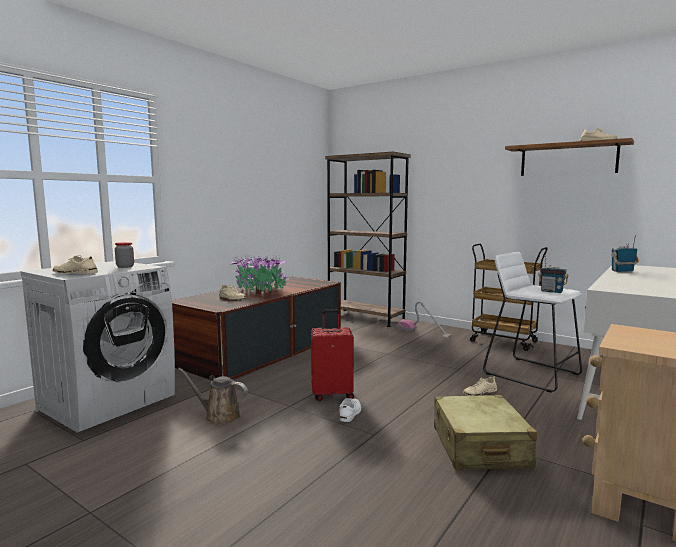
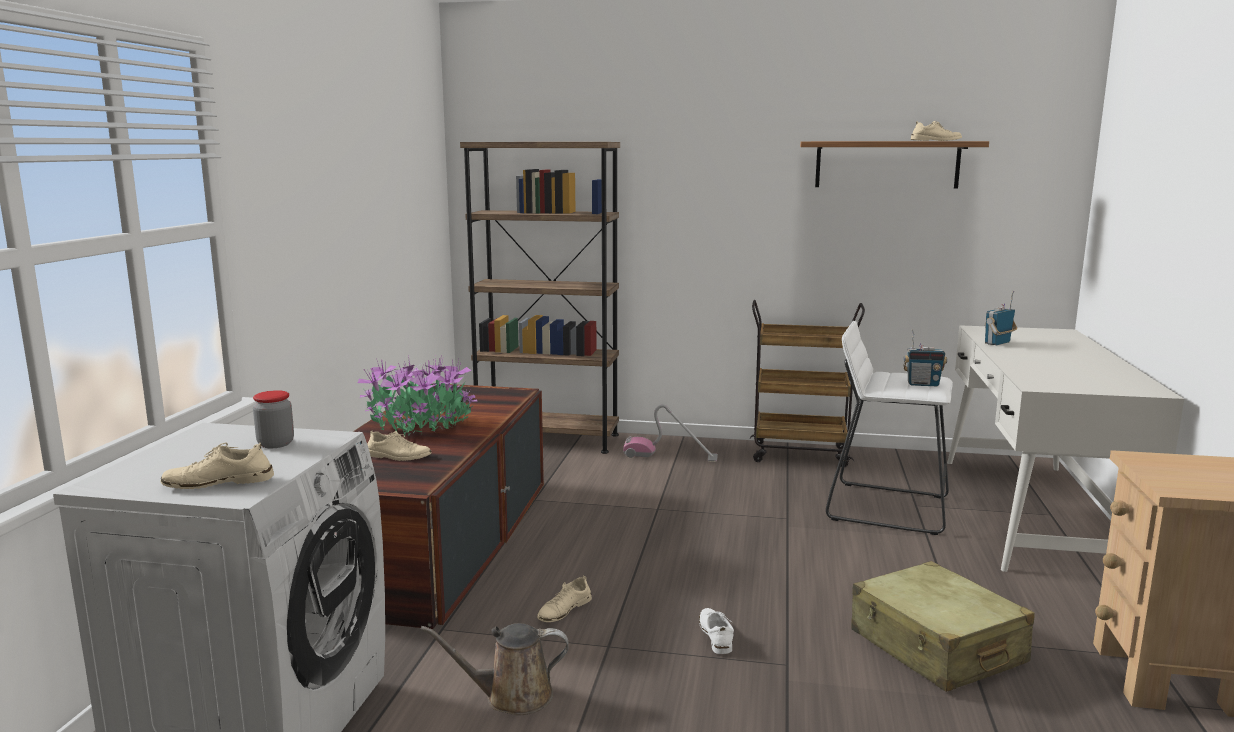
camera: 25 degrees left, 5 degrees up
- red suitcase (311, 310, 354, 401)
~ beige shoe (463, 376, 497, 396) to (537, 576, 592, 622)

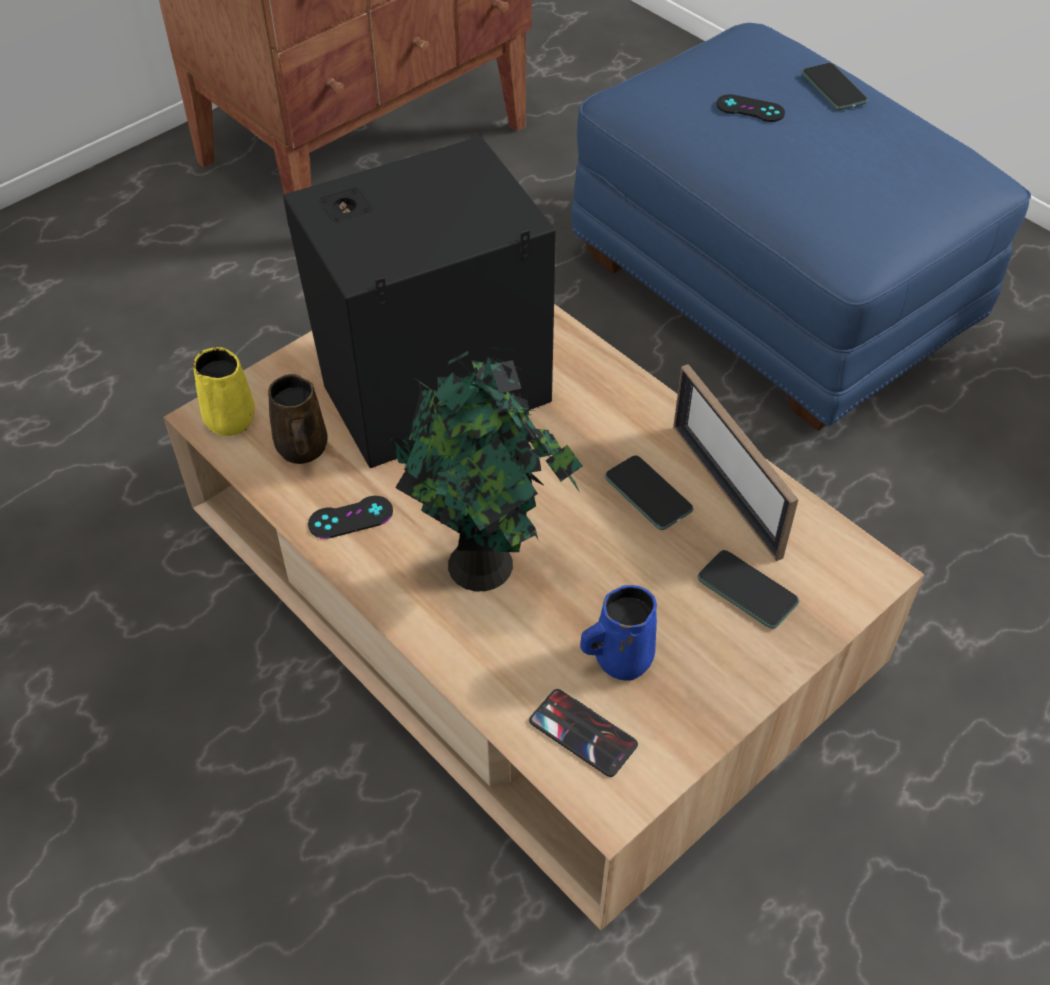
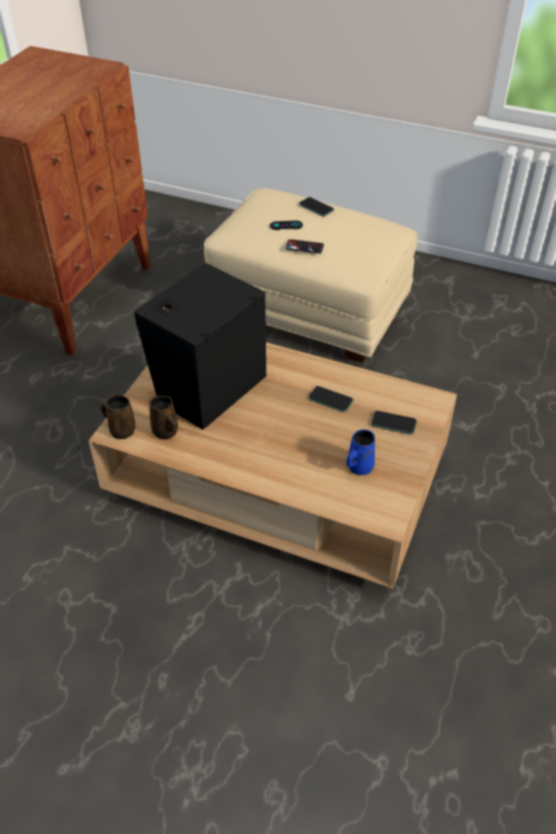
camera: 25 degrees left, 5 degrees down
- black game controller (308, 496, 393, 539)
- potted plant (391, 347, 582, 591)
- picture frame (673, 364, 799, 561)
~ phone (529, 689, 638, 777) to (285, 239, 324, 254)
~ yellow mug (193, 347, 255, 436) to brown mug (101, 395, 135, 439)
~ blue ottoman (571, 23, 1031, 431) to beige ottoman (204, 188, 418, 363)

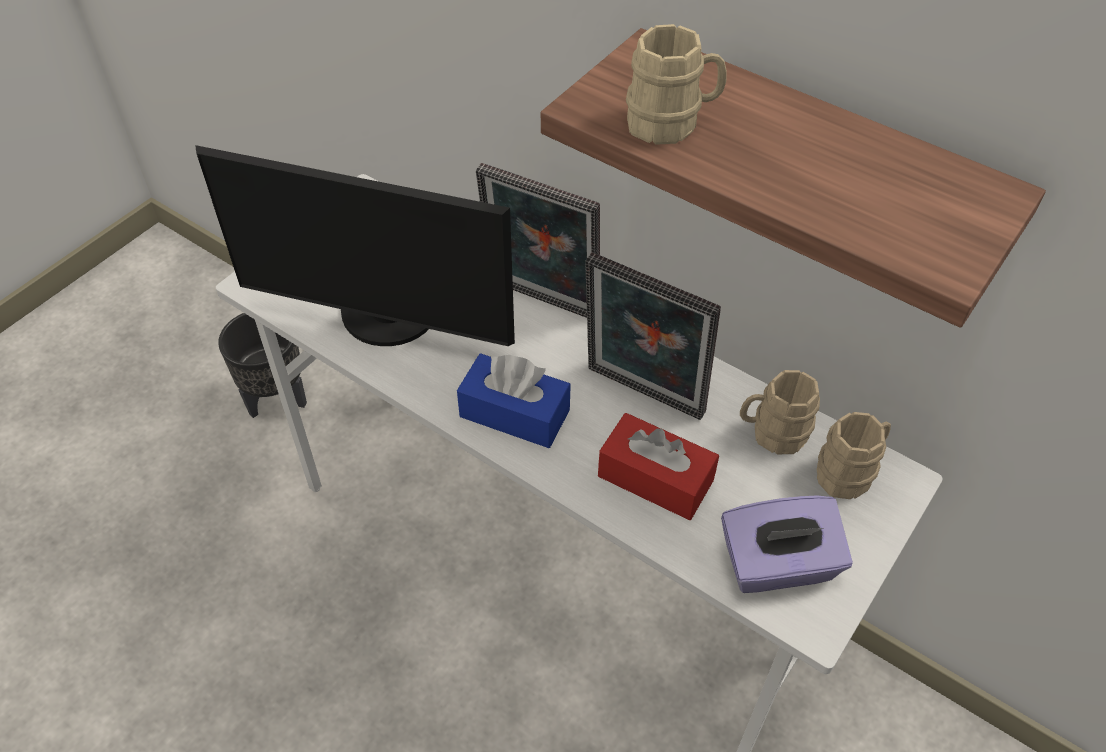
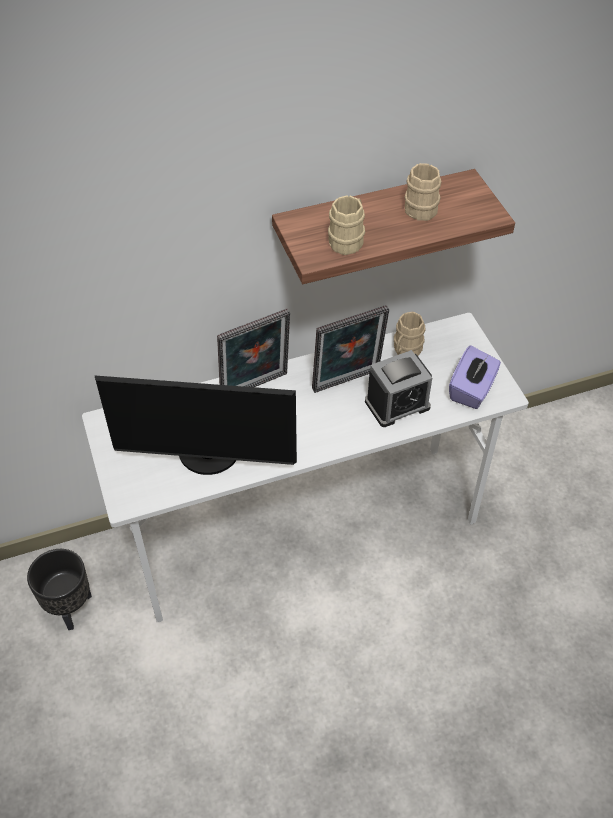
camera: 55 degrees left, 0 degrees up
- blue tissue box (457, 354, 571, 448)
~ beige mug (817, 412, 891, 499) to (405, 163, 441, 221)
~ red tissue box (598, 413, 719, 520) to alarm clock (365, 350, 432, 427)
~ monitor (195, 145, 515, 346) = (94, 375, 297, 475) 45 degrees clockwise

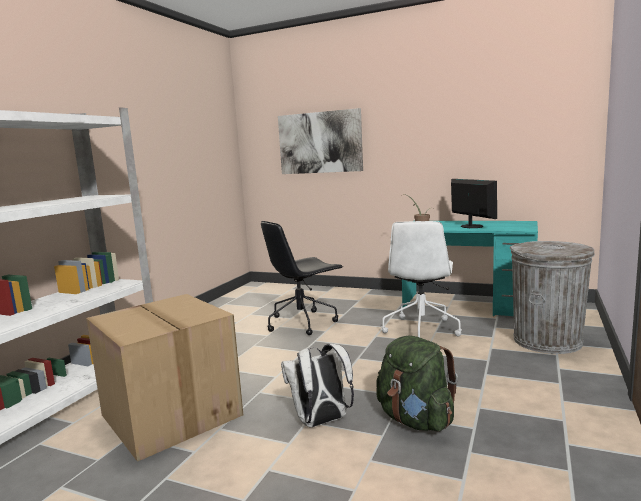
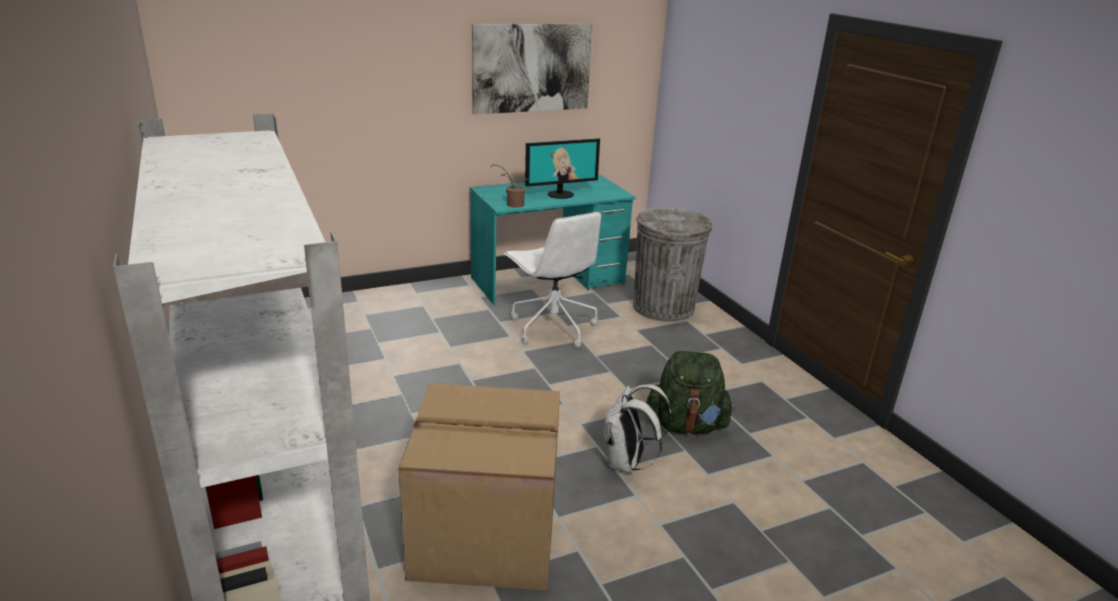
camera: 50 degrees left, 15 degrees up
- black office chair (261, 221, 343, 335)
~ picture (278, 108, 363, 174) to (472, 24, 593, 114)
~ monitor (451, 179, 497, 228) = (525, 138, 600, 199) 135 degrees clockwise

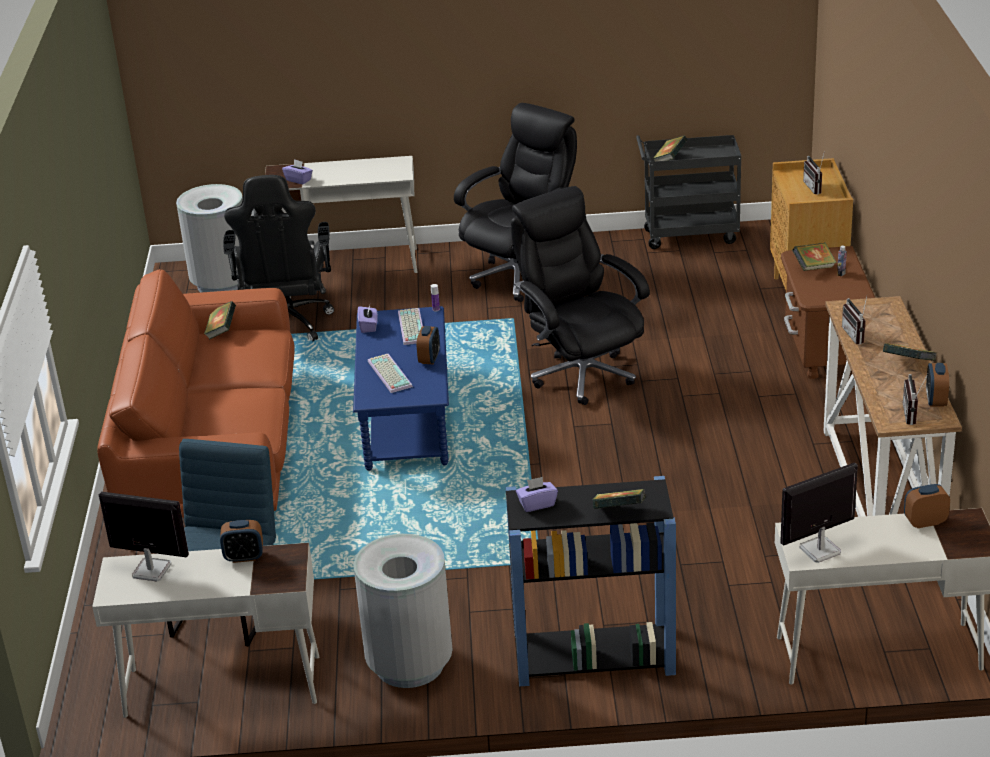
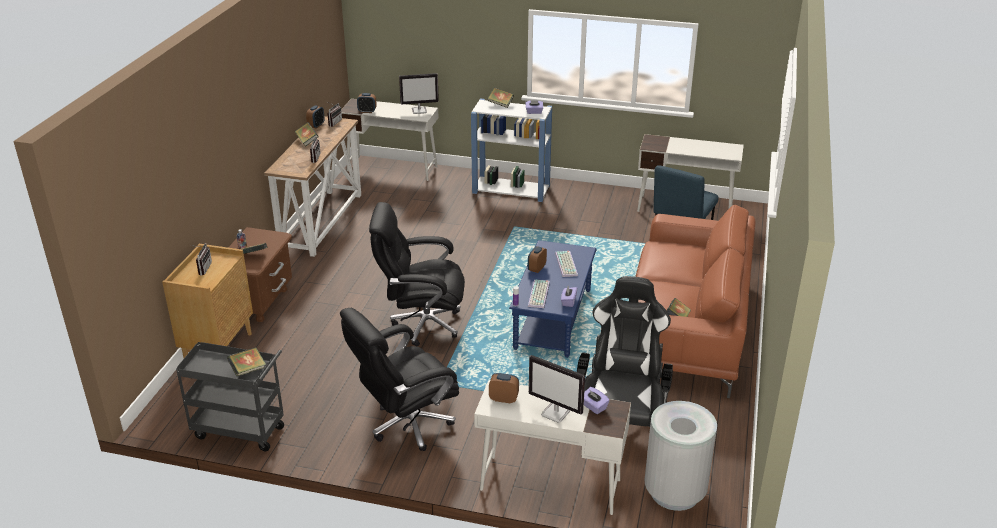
camera: 165 degrees left, 0 degrees up
- grey trash can (354, 534, 453, 688)
~ monitor (99, 492, 189, 582) to (529, 355, 585, 423)
~ alarm clock (220, 520, 263, 563) to (489, 373, 519, 404)
~ black bookcase (505, 476, 676, 686) to white bookcase (471, 98, 552, 202)
~ black office chair (511, 186, 650, 405) = (369, 202, 465, 346) 105 degrees clockwise

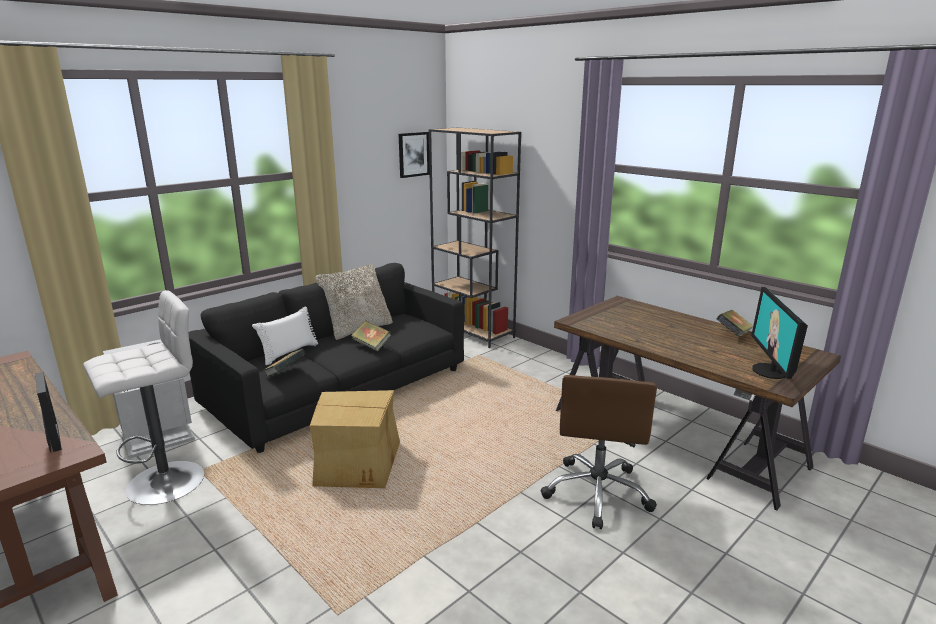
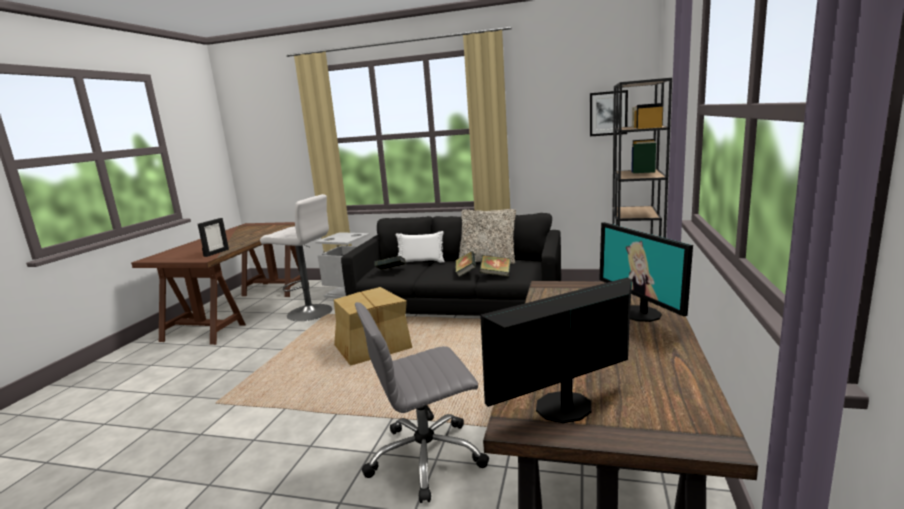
camera: 60 degrees right, 5 degrees down
+ monitor (599, 222, 693, 322)
~ book (717, 310, 753, 337) to (480, 255, 510, 277)
~ brown office chair (540, 375, 657, 529) to grey office chair (355, 302, 489, 503)

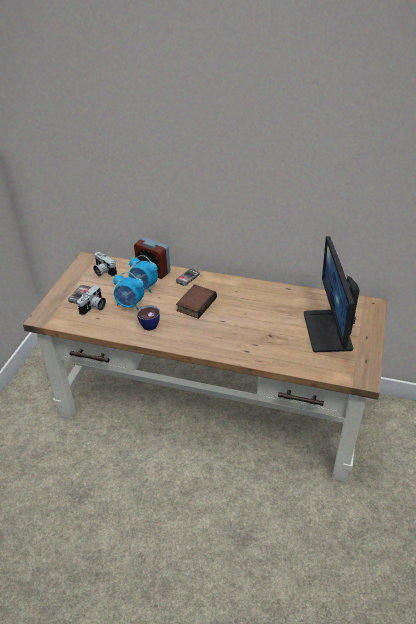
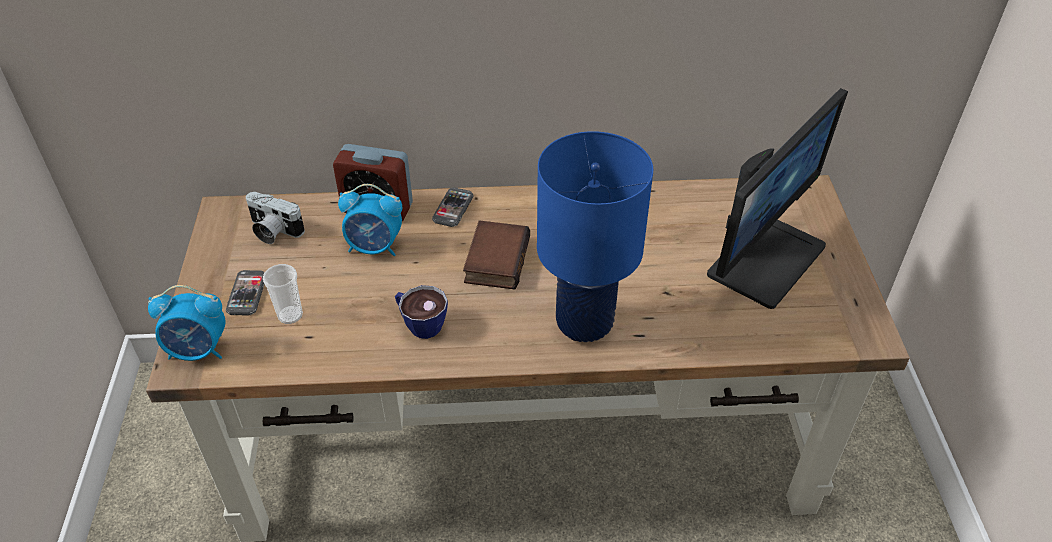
camera: 20 degrees left, 5 degrees up
+ blue table lamp (537, 131, 653, 342)
~ alarm clock (113, 272, 144, 310) to (148, 285, 226, 361)
~ photo camera (77, 285, 106, 315) to cup (263, 264, 303, 324)
~ monitor (304, 236, 360, 352) = (707, 88, 848, 309) 120 degrees counterclockwise

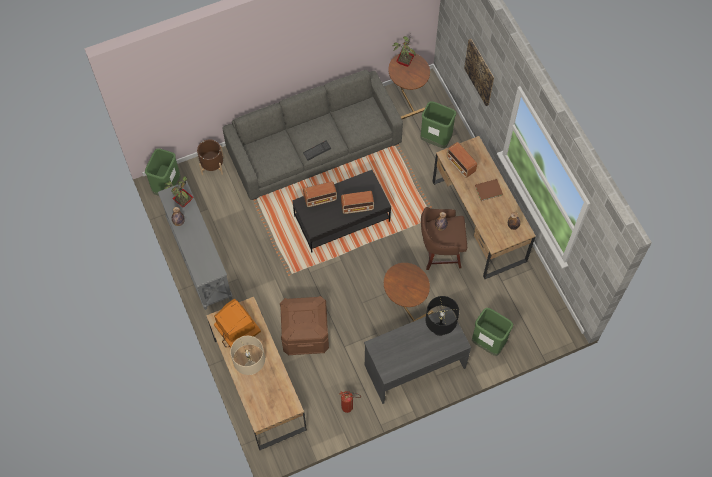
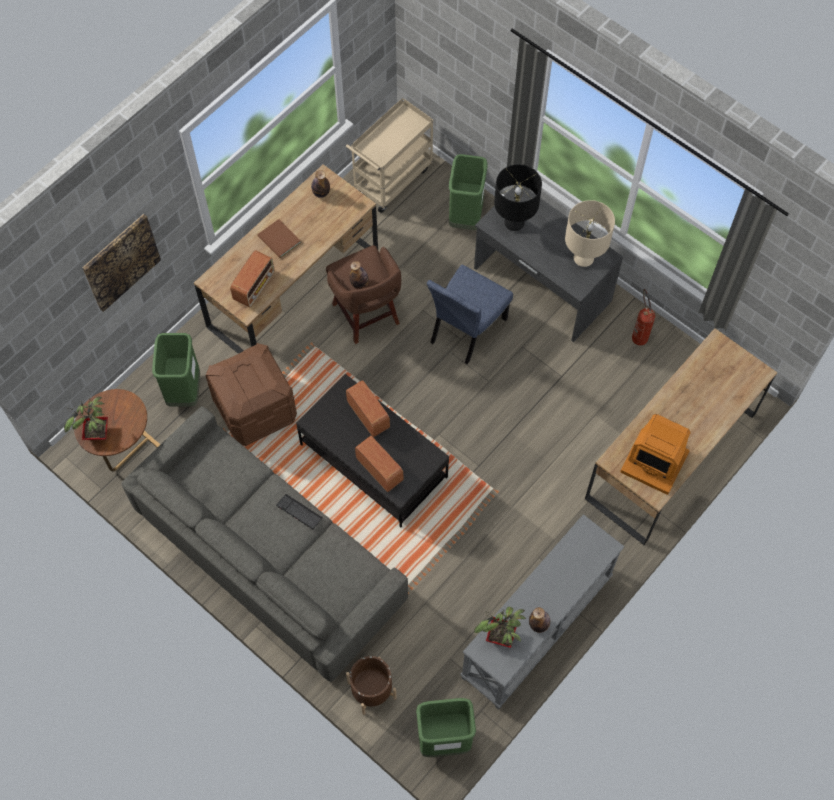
camera: 115 degrees left, 0 degrees up
+ beige cart (346, 98, 433, 213)
~ beige table lamp (230, 336, 265, 375) to (565, 200, 615, 267)
~ brown storage box (280, 296, 329, 356) to (205, 343, 297, 446)
~ brown side table (384, 263, 433, 323) to blue chair (427, 265, 513, 364)
~ monitor (214, 299, 261, 348) = (620, 414, 691, 495) 90 degrees counterclockwise

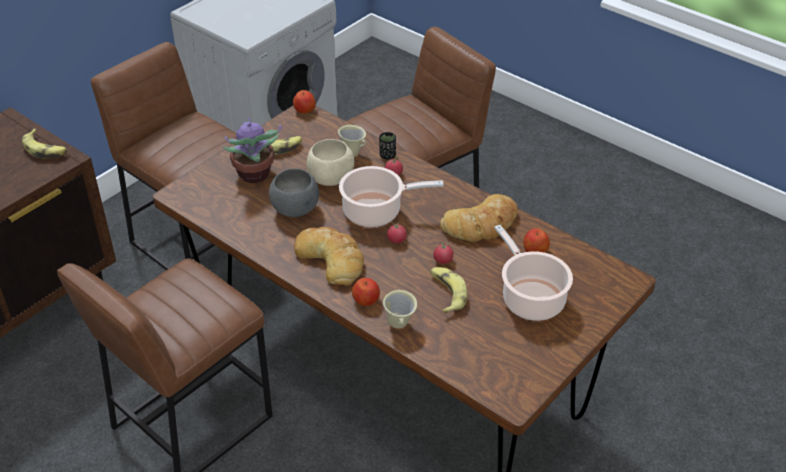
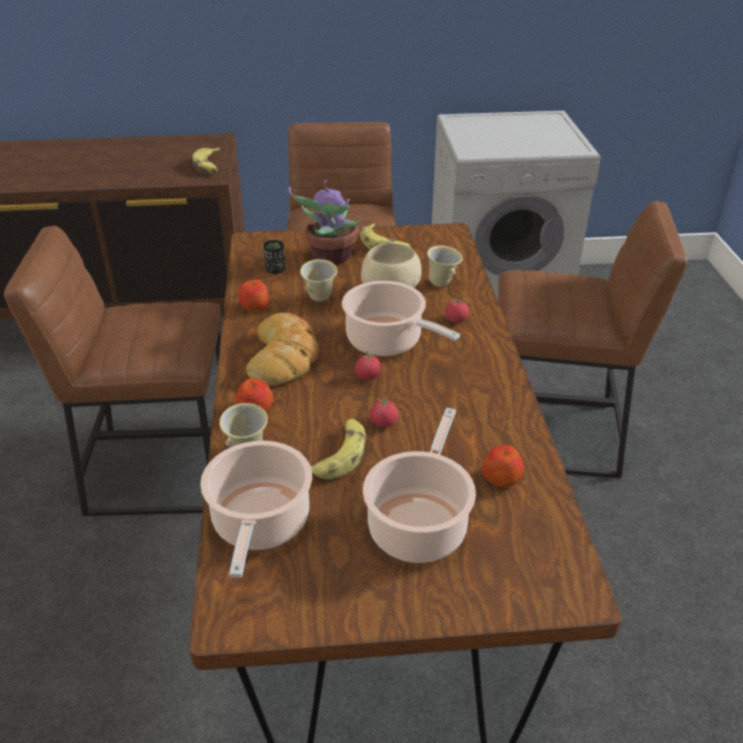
camera: 45 degrees right, 5 degrees down
- bread (440, 194, 518, 242)
+ cooking pot (200, 441, 312, 577)
~ apple (293, 90, 316, 113) to (239, 279, 269, 312)
~ black cup (379, 132, 396, 160) to (263, 240, 285, 274)
~ grey bowl (269, 168, 319, 217) to beige mug (300, 259, 337, 302)

